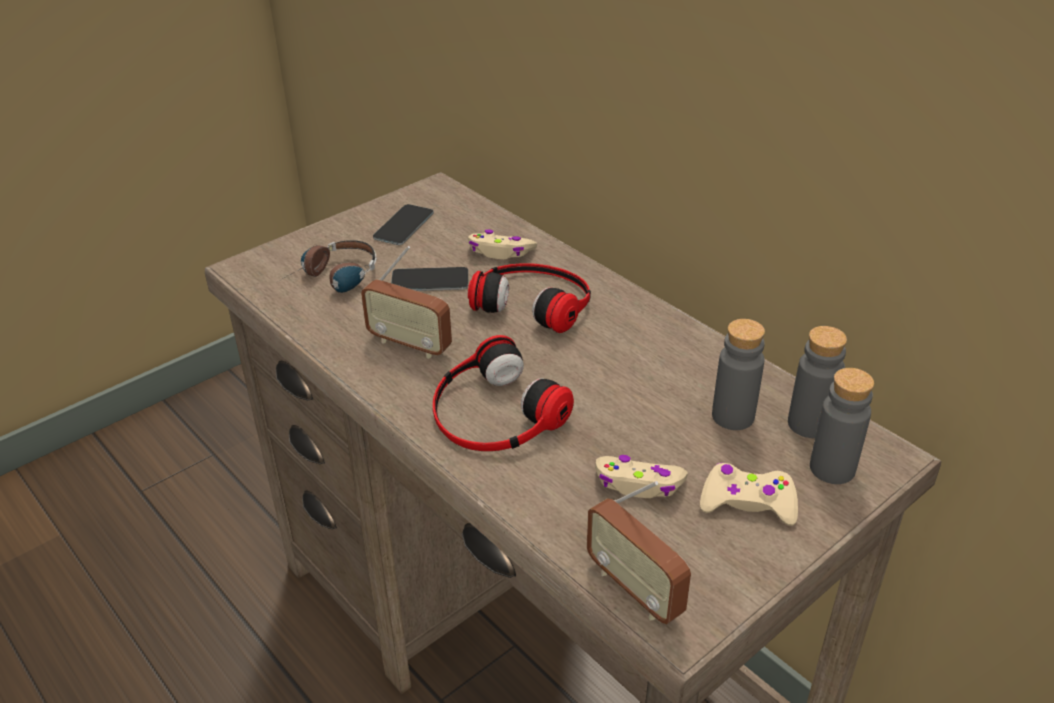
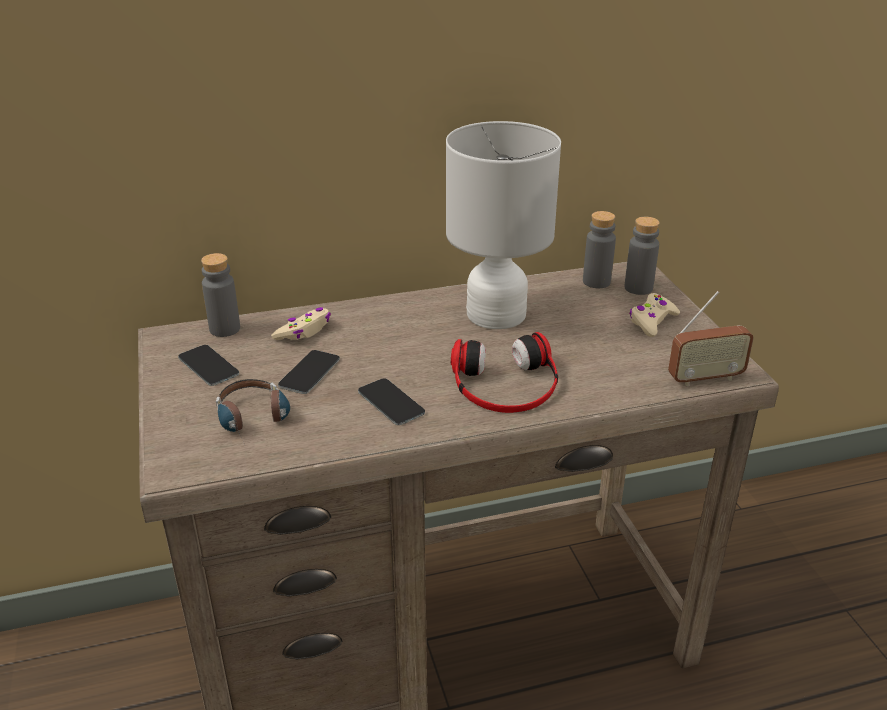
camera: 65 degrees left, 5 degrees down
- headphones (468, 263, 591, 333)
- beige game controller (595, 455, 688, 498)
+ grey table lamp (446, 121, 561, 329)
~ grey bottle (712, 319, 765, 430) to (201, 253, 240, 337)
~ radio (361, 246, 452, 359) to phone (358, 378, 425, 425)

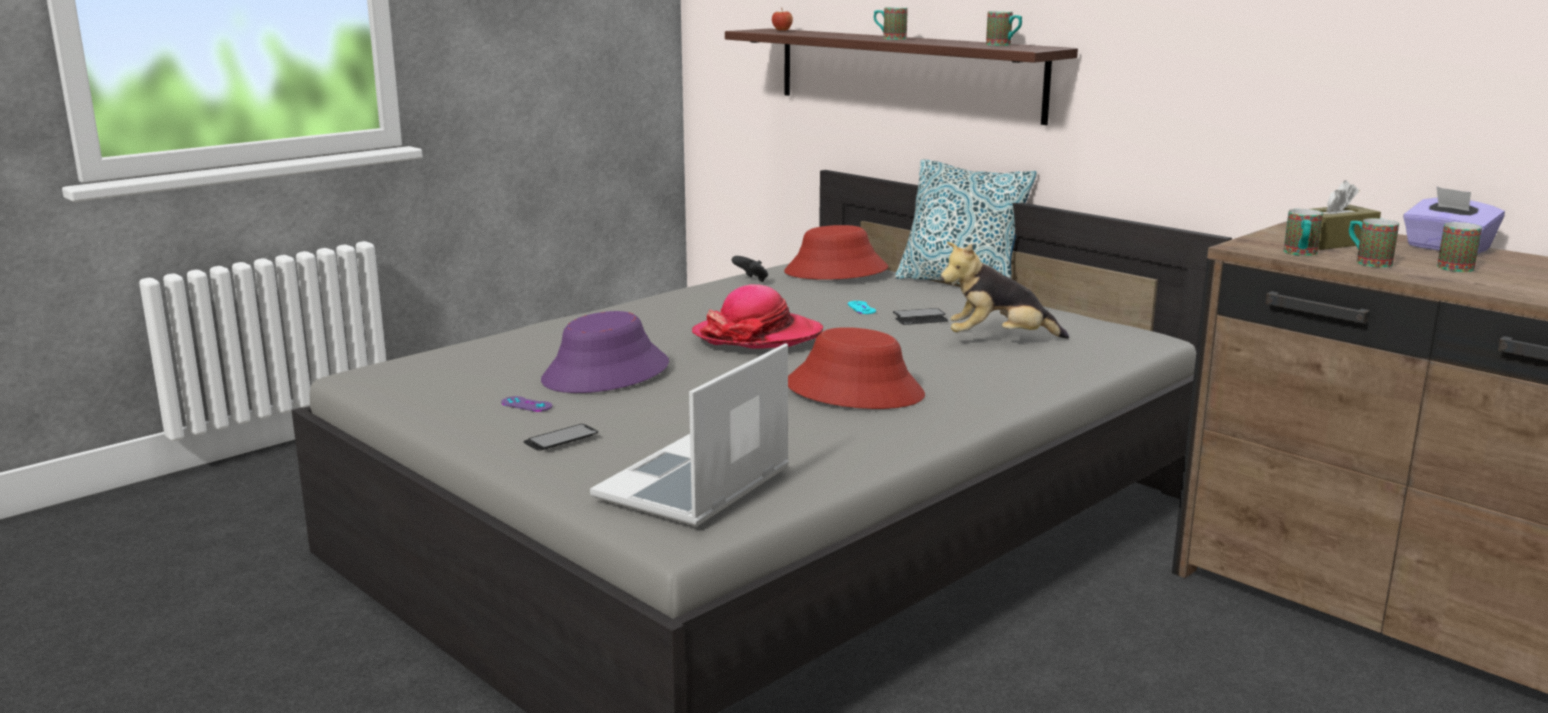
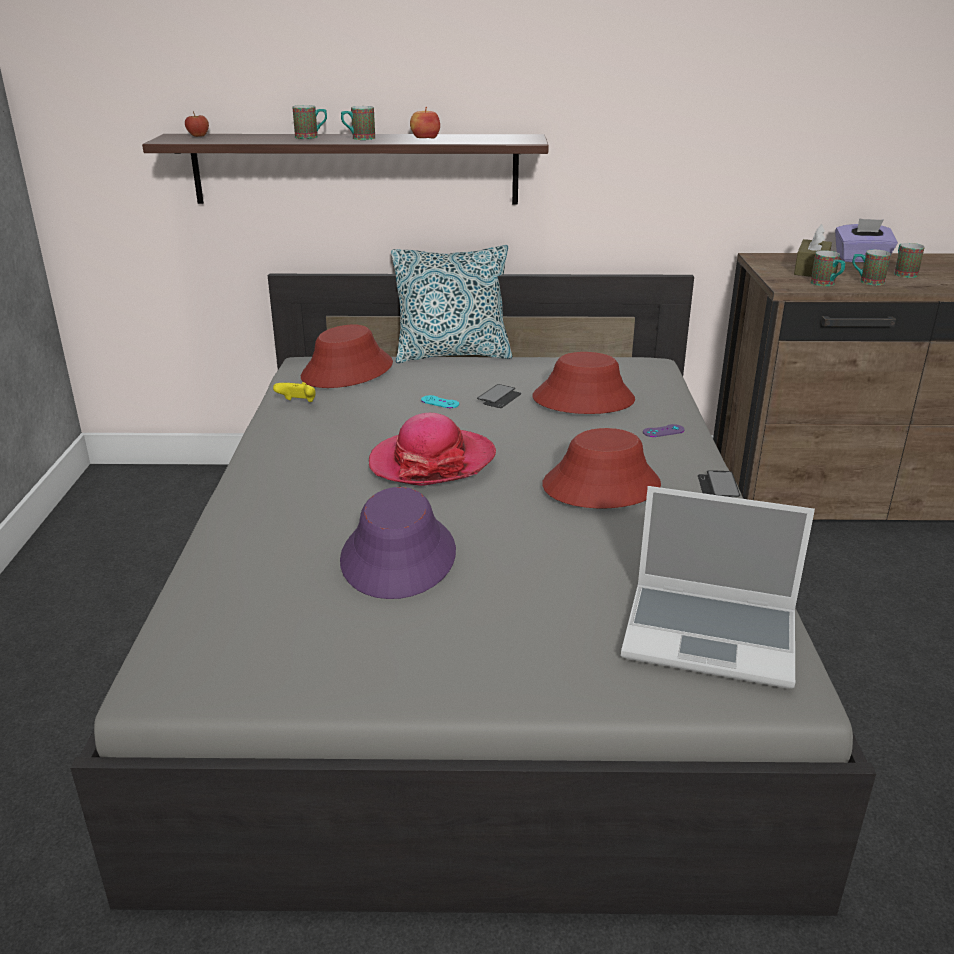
camera: 45 degrees left, 10 degrees up
+ apple (410, 107, 440, 139)
~ purple game controller (501, 396, 552, 412) to (643, 424, 685, 437)
~ phone (523, 424, 598, 451) to (698, 470, 740, 497)
~ mug (986, 11, 1022, 46) to (292, 105, 327, 139)
~ plush toy (941, 241, 1069, 339) to red hat (532, 352, 635, 414)
~ black game controller (732, 256, 768, 282) to yellow game controller (273, 382, 316, 402)
~ laptop (590, 343, 789, 527) = (621, 486, 815, 689) 60 degrees counterclockwise

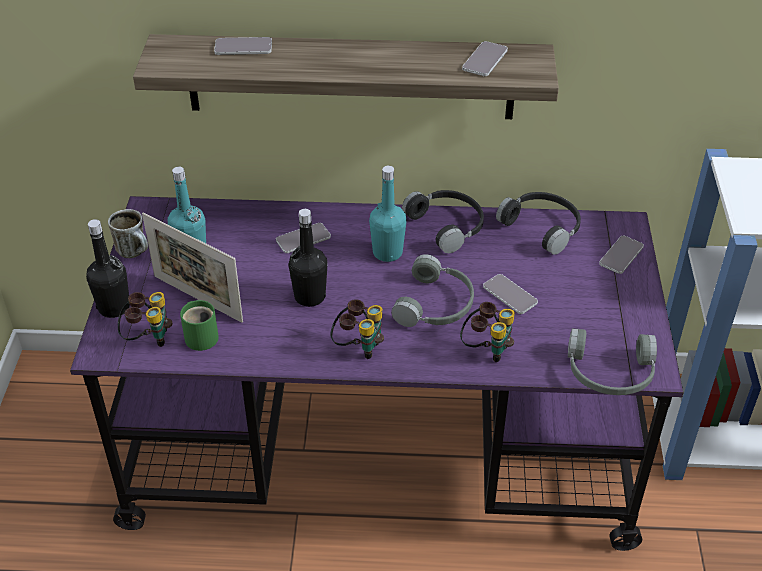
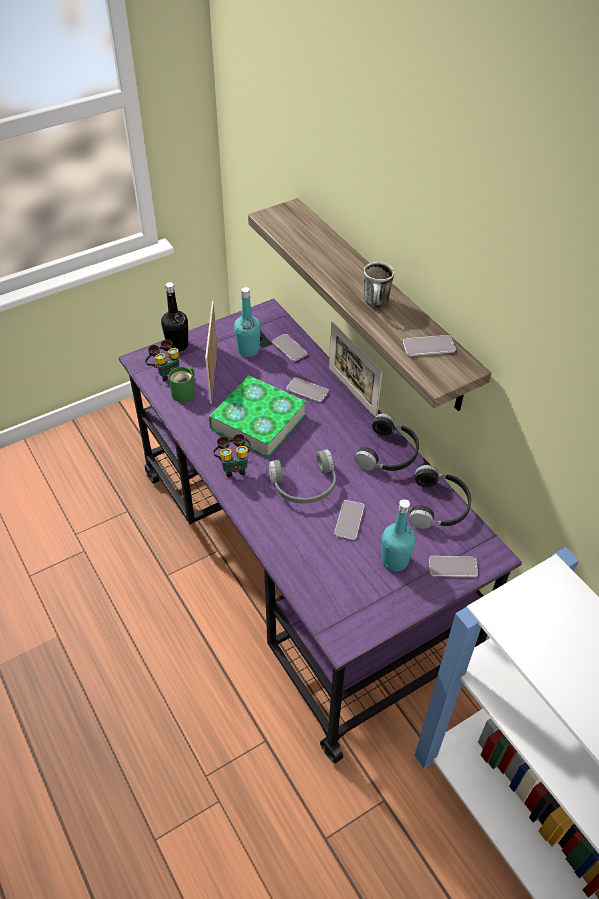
camera: 55 degrees right, 5 degrees up
- binoculars (460, 302, 515, 362)
- grey headphones (568, 328, 657, 395)
+ picture frame (329, 322, 382, 417)
~ mug (108, 209, 148, 258) to (363, 262, 394, 307)
~ phone (214, 37, 272, 55) to (272, 334, 307, 361)
~ turquoise bottle (369, 166, 407, 262) to (382, 499, 416, 572)
~ black bottle (289, 209, 328, 307) to book (209, 376, 306, 457)

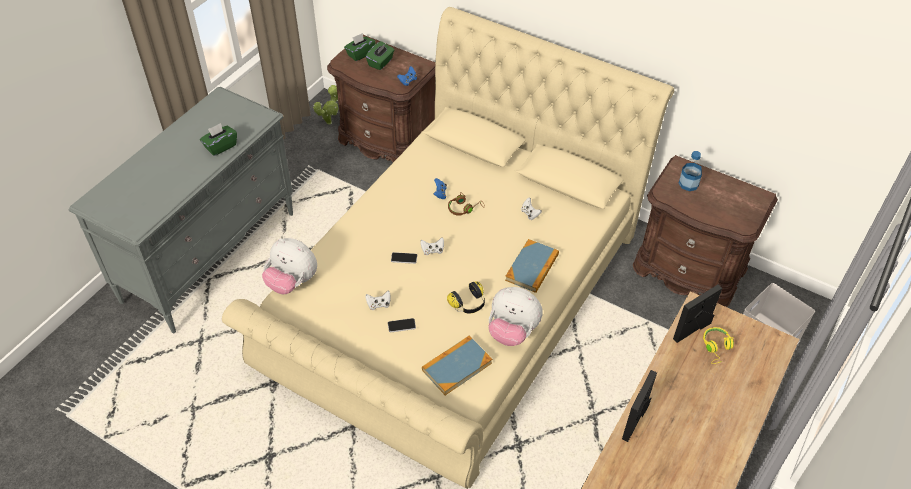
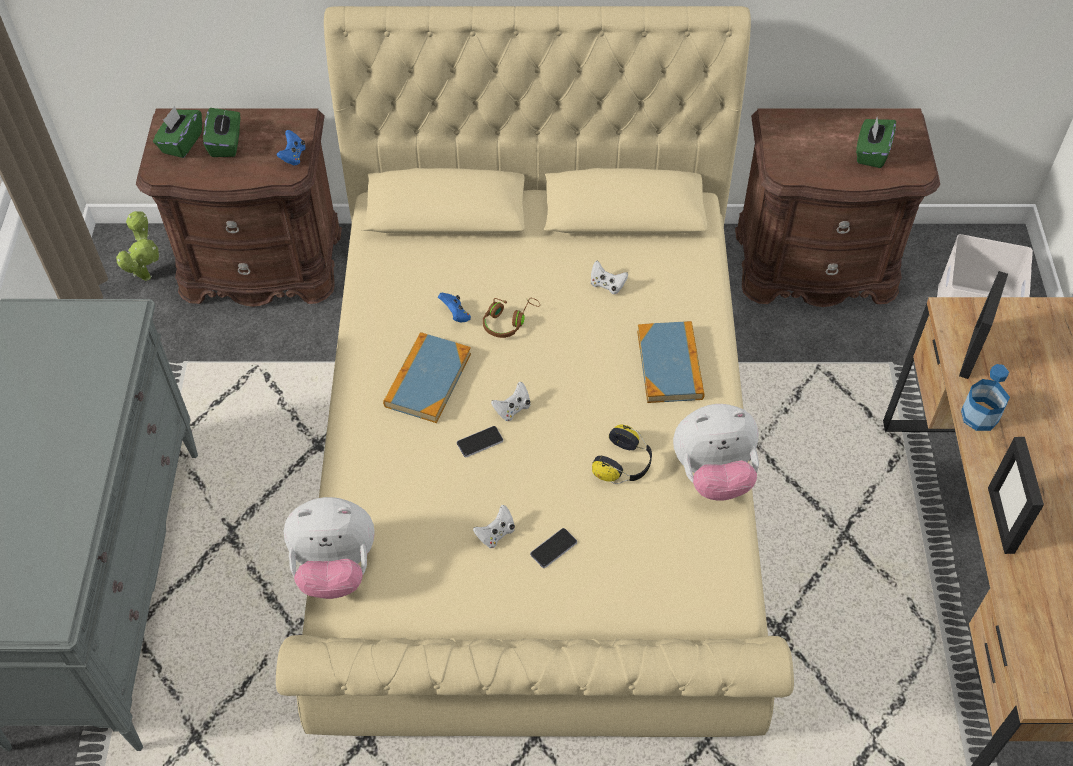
camera: 30 degrees left, 5 degrees up
- yellow headphones (703, 327, 734, 364)
~ green tissue box (200, 123, 237, 156) to (856, 117, 896, 168)
~ book (422, 336, 492, 395) to (383, 332, 471, 423)
~ bottle (679, 151, 702, 191) to (961, 364, 1010, 431)

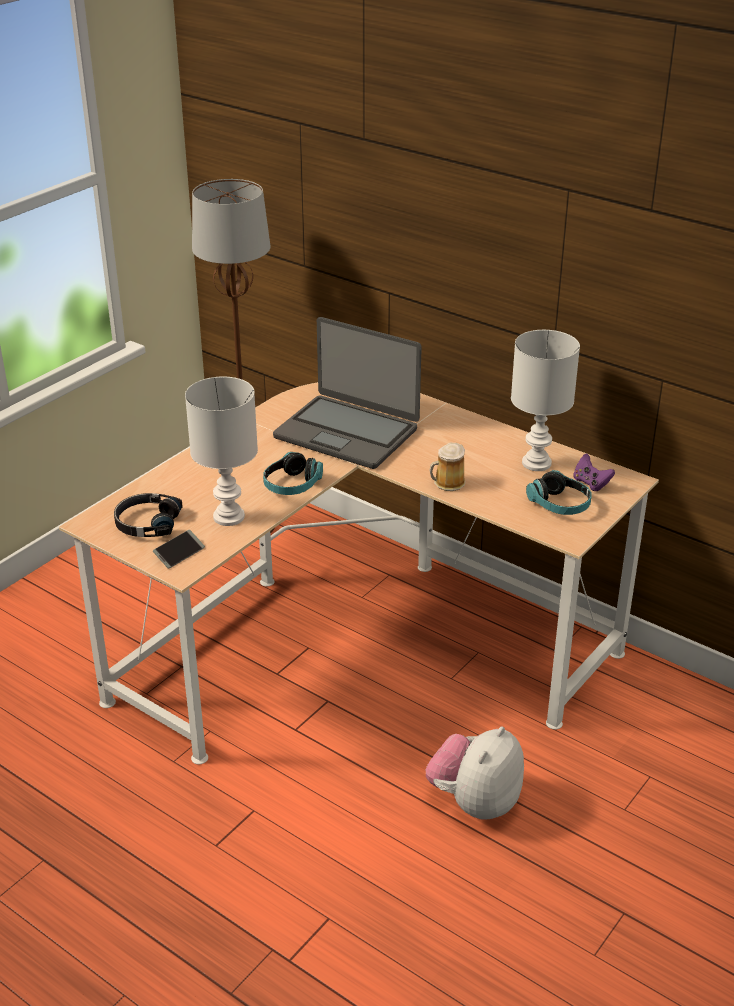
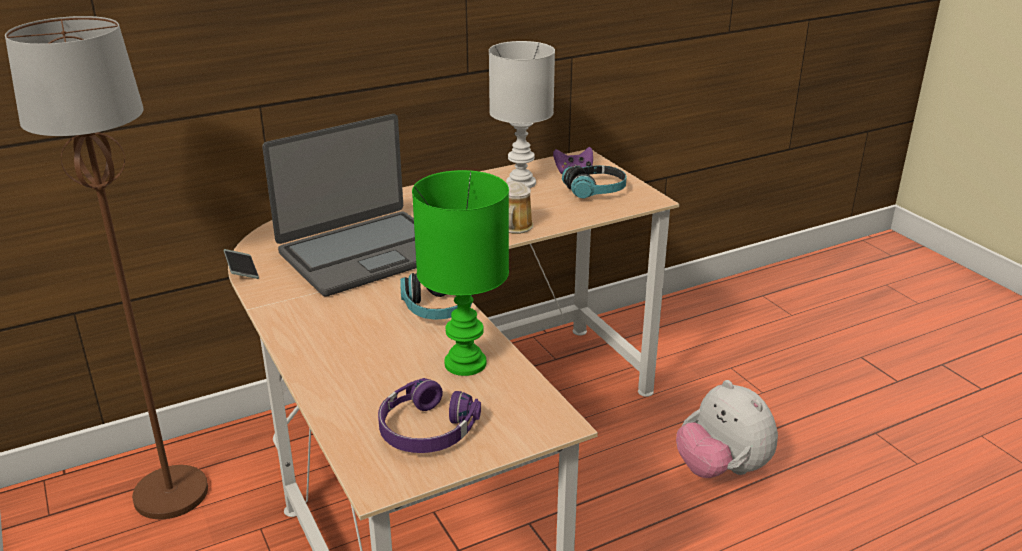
camera: 65 degrees left, 5 degrees down
~ phone (153, 530, 205, 569) to (223, 249, 259, 279)
~ black headphones (114, 493, 183, 537) to purple headphones (378, 378, 481, 453)
~ white table lamp (185, 377, 258, 526) to green table lamp (412, 170, 509, 376)

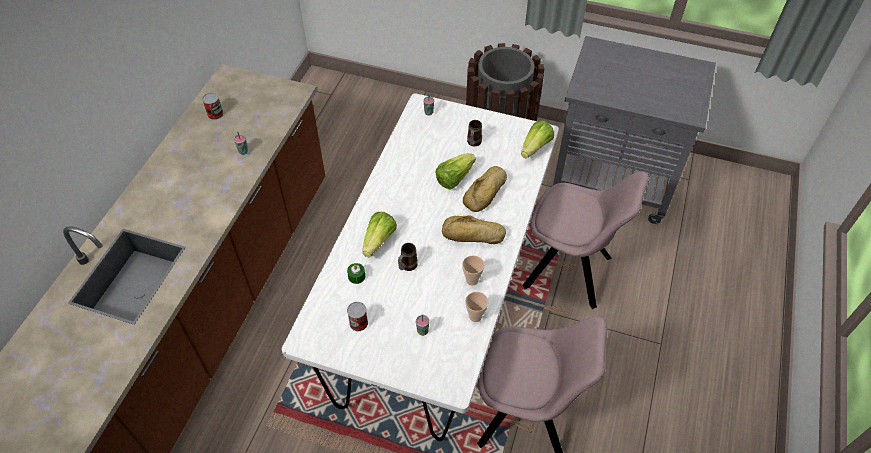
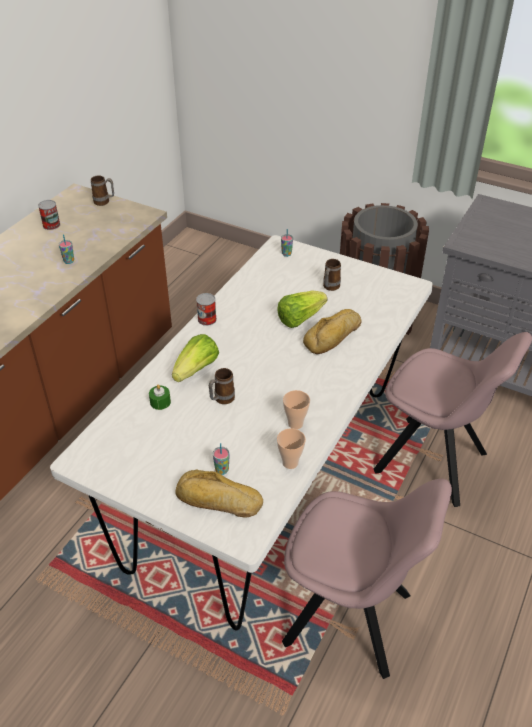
camera: 10 degrees right, 10 degrees down
- lettuce (521, 121, 554, 158)
+ mug (91, 175, 114, 206)
~ can (347, 302, 368, 331) to (196, 293, 217, 326)
~ bread (442, 215, 506, 244) to (175, 470, 263, 518)

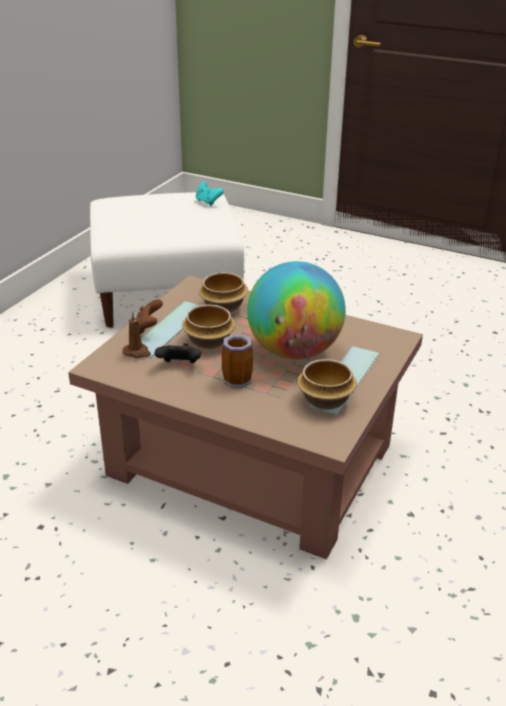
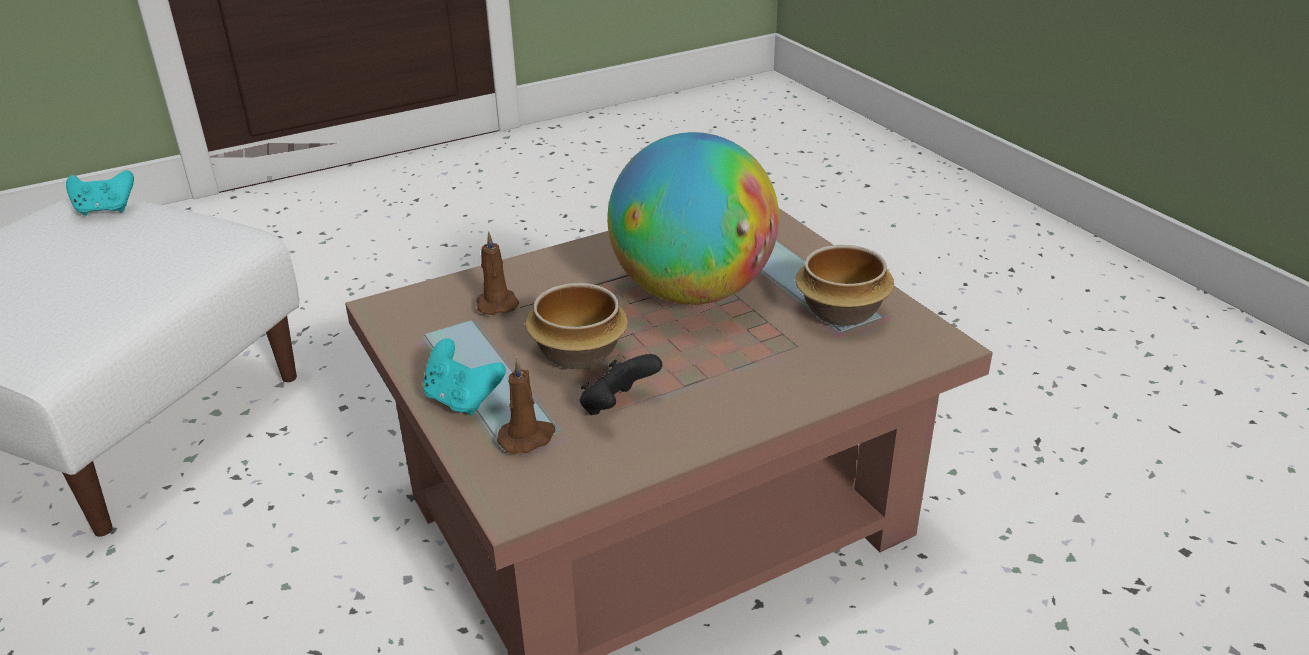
camera: 55 degrees left, 0 degrees up
- mug (222, 334, 253, 388)
~ bowl (199, 272, 248, 312) to brown candle (476, 232, 519, 315)
~ brown game controller (136, 299, 163, 334) to turquoise game controller (423, 338, 506, 415)

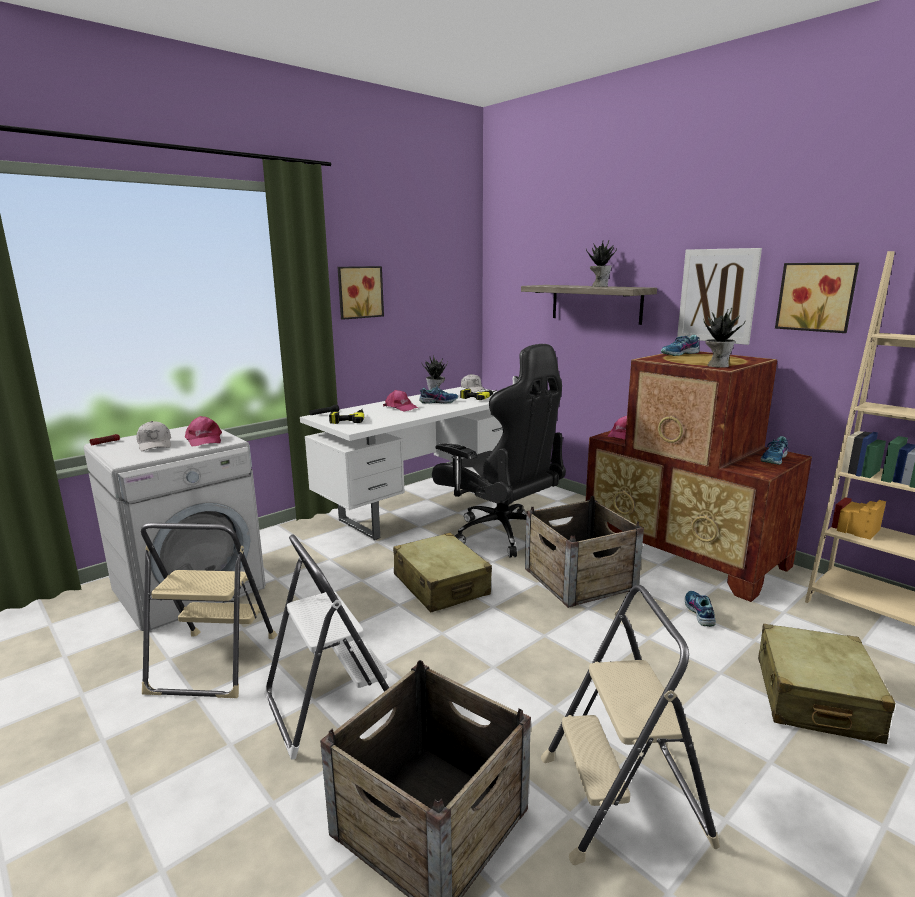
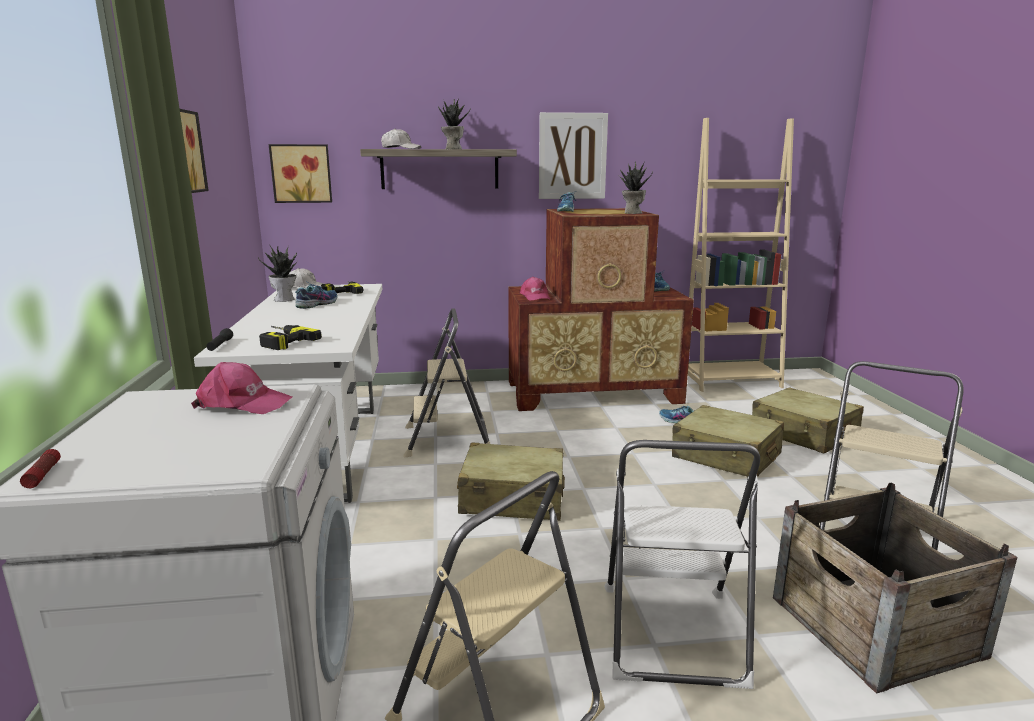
camera: 55 degrees left, 0 degrees up
- pink cap (383, 390, 418, 411)
- crate (525, 496, 644, 608)
+ beige suitcase (672, 405, 784, 477)
~ white cap (136, 421, 171, 451) to (381, 129, 421, 149)
~ picture (775, 263, 859, 333) to (269, 144, 332, 203)
~ black office chair (432, 344, 566, 558) to beige step ladder (403, 308, 490, 457)

